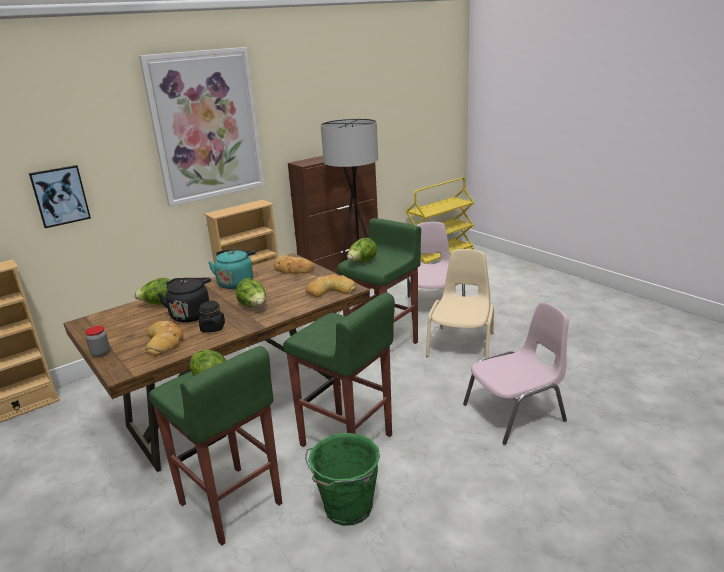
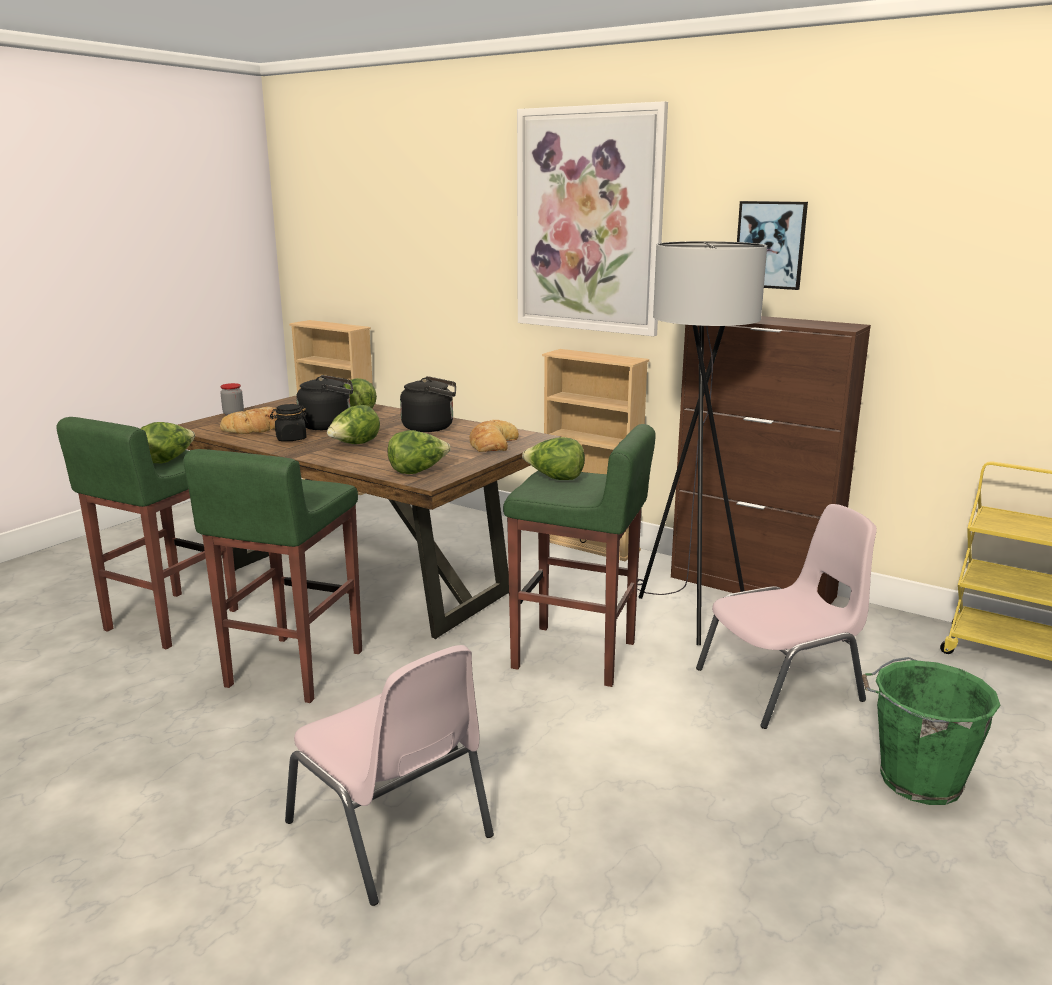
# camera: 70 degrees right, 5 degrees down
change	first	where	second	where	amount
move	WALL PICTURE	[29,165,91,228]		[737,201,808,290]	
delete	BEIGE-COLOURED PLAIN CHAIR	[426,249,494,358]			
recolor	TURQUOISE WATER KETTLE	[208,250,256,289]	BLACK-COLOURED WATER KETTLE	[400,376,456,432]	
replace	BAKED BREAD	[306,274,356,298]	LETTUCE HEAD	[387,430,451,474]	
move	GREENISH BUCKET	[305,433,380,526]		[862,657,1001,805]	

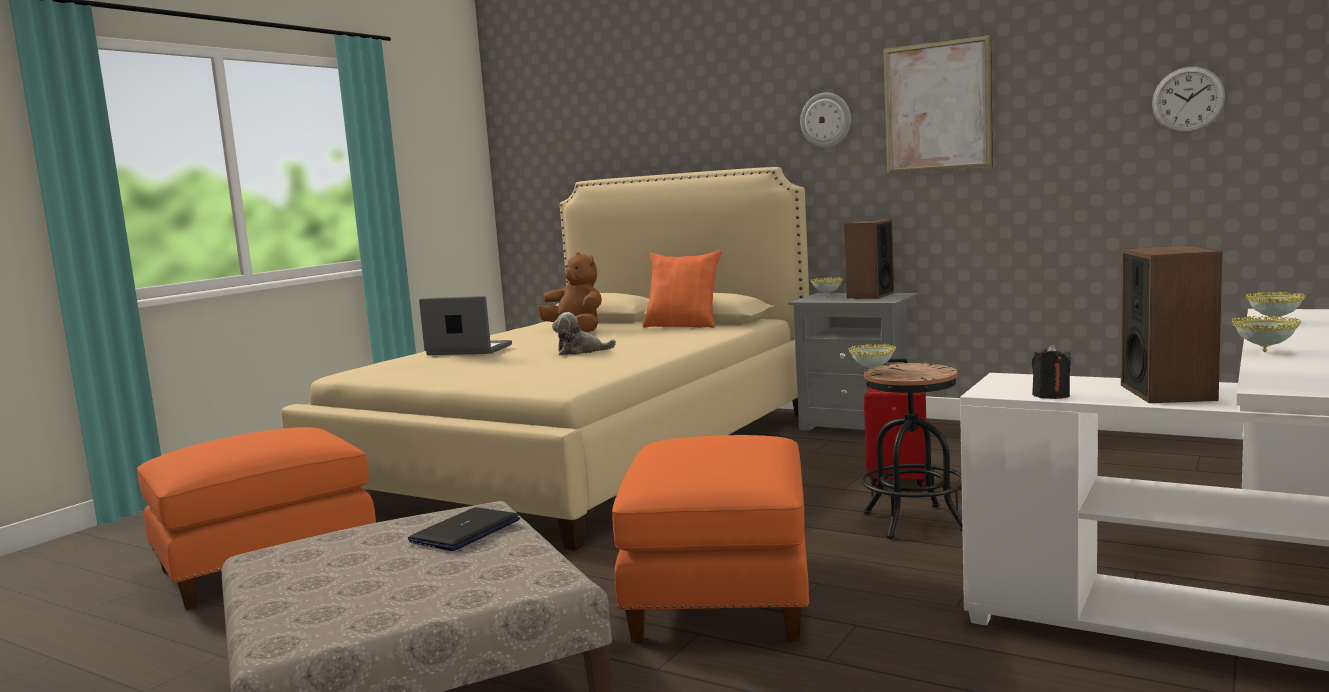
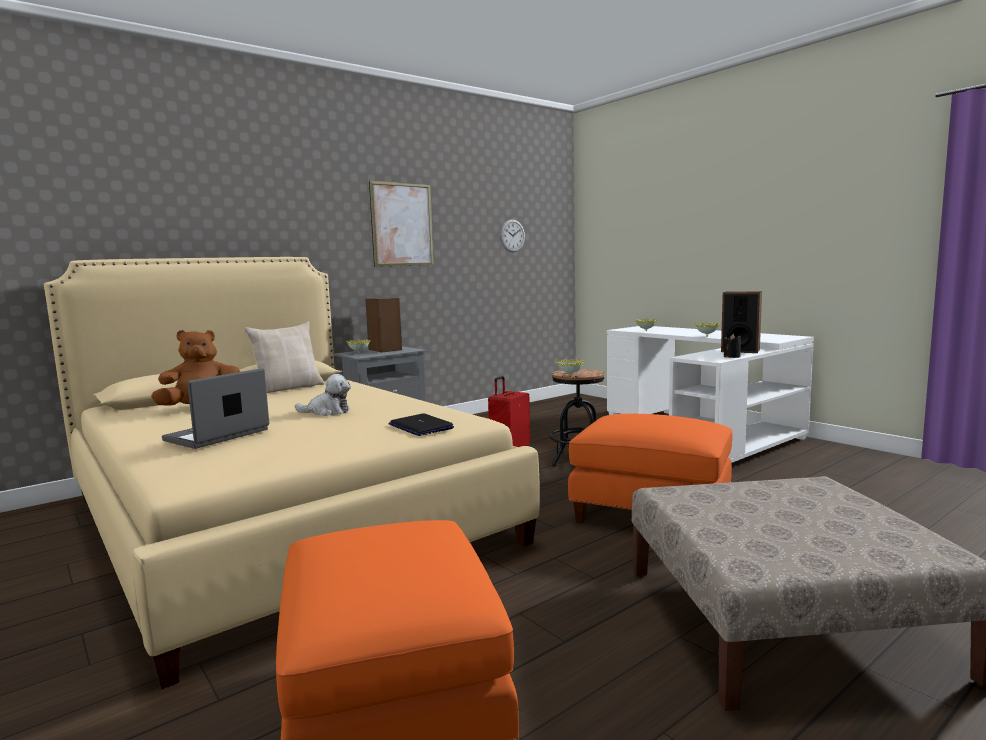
# camera: 70 degrees left, 0 degrees up
change	first	where	second	where	amount
delete	WALL CLOCK	[800,92,851,148]			
recolor	ORANGEY THROW PILLOW	[643,250,721,328]	BEIGE-COLOURED THROW PILLOW	[244,322,325,393]	
rotate	SOFT TOY	[552,312,616,355]		[295,374,351,416]	105 degrees counterclockwise
move	LAPTOP	[408,507,520,551]		[388,413,454,436]	

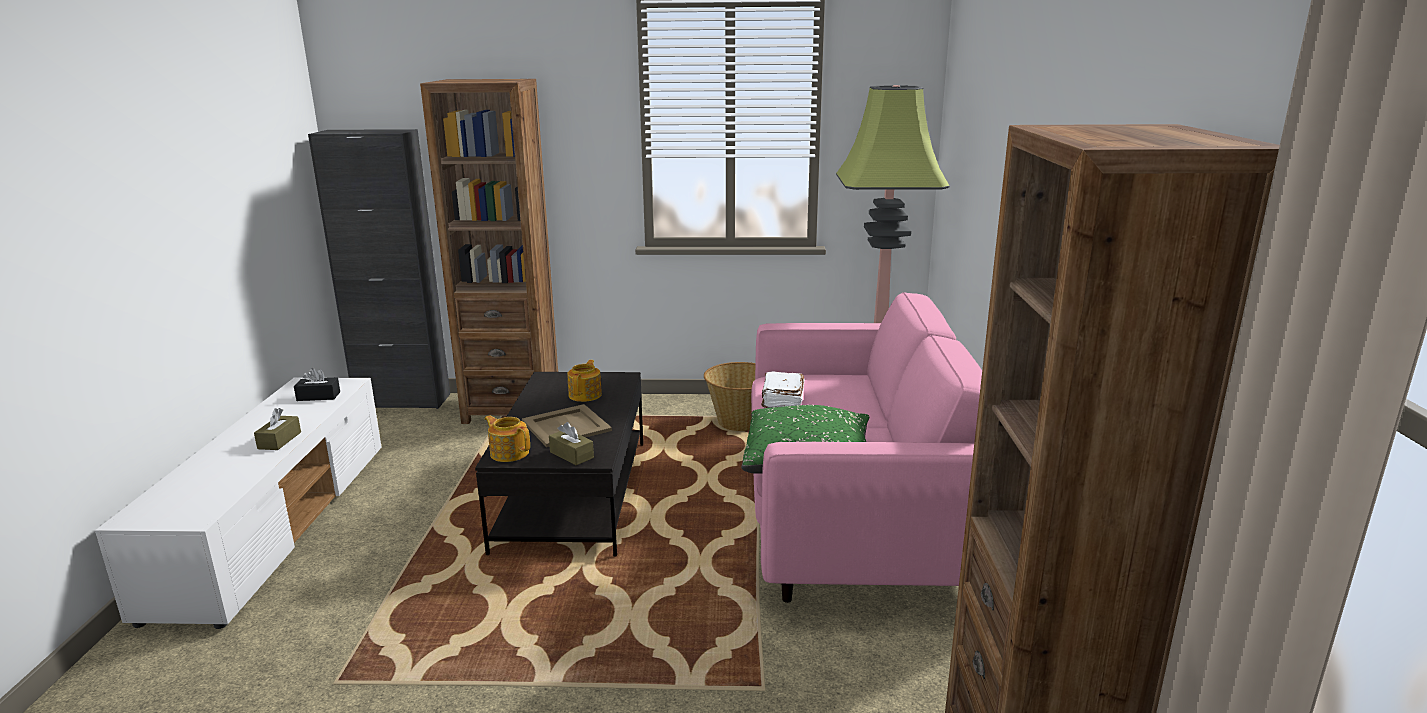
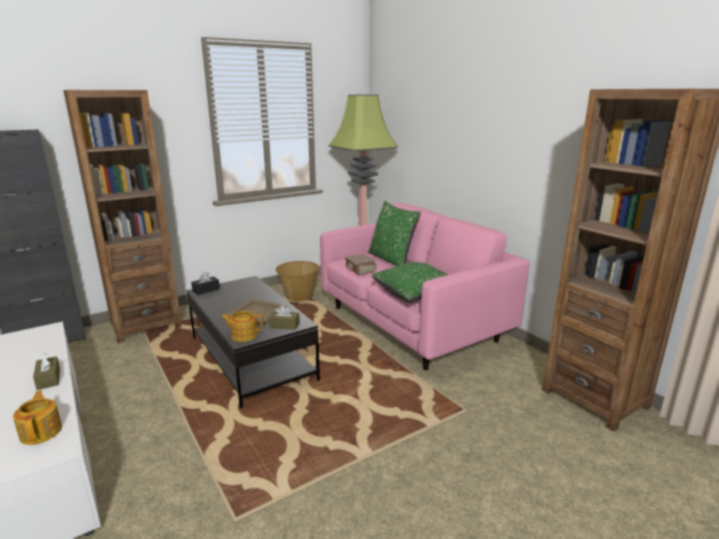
# camera: 35 degrees left, 0 degrees up
change	first	where	second	where	amount
move	POT FOR TEA	[567,360,602,402]		[13,390,62,445]	
move	BLACK-COLOURED TISSUE HOLDER	[294,368,340,401]		[191,272,220,295]	
recolor	WHITISH VOLUME	[761,371,805,408]	BROWNISH VOLUME	[345,254,377,275]	
insert			GREENISH THROW PILLOW	[369,201,421,266]	

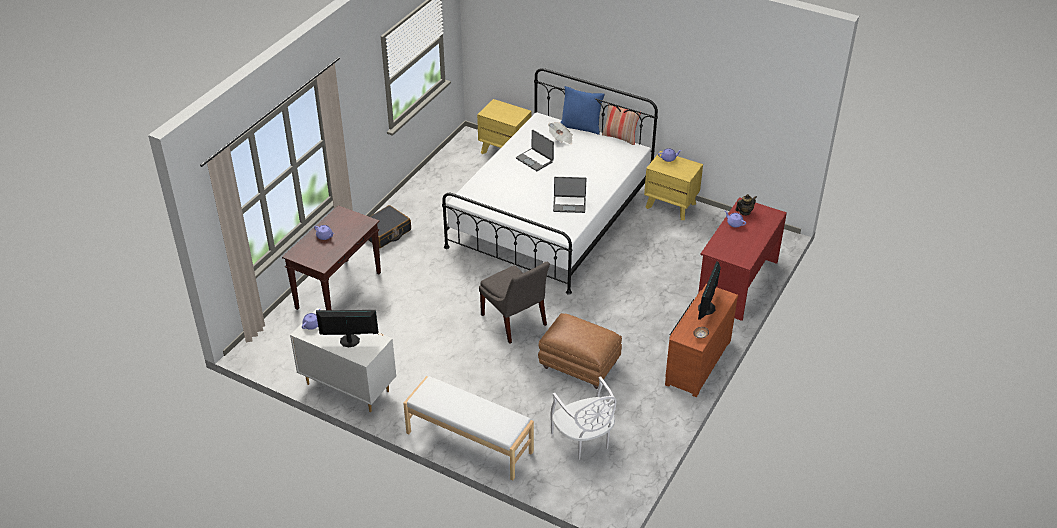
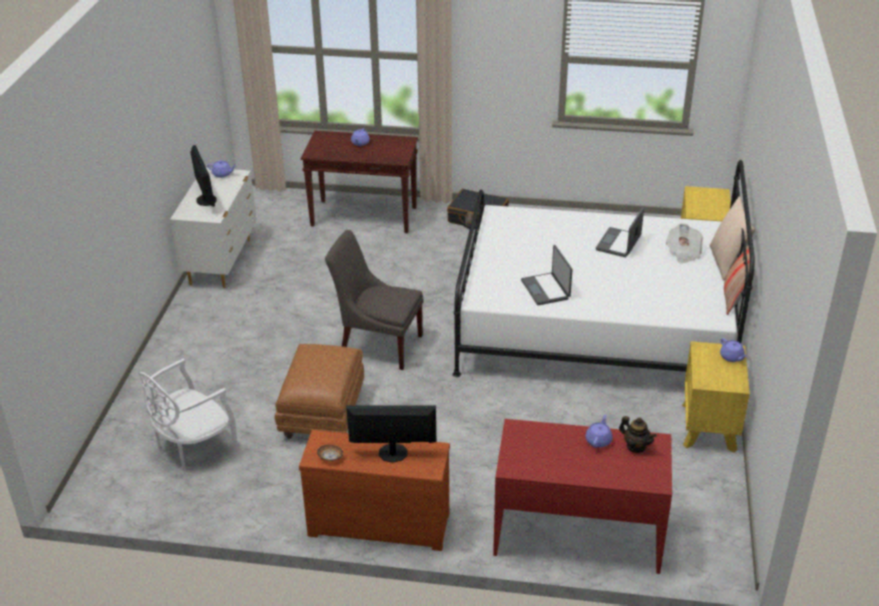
# camera: 70 degrees right, 5 degrees down
change	first	where	second	where	amount
recolor	BLUISH THROW PILLOW	[560,86,605,135]	BEIGE-COLOURED THROW PILLOW	[710,196,755,280]	
rotate	GREY PLAIN CHAIR	[479,262,550,344]		[325,230,423,370]	75 degrees clockwise
delete	WHITISH INDOOR BENCH	[403,376,534,481]			

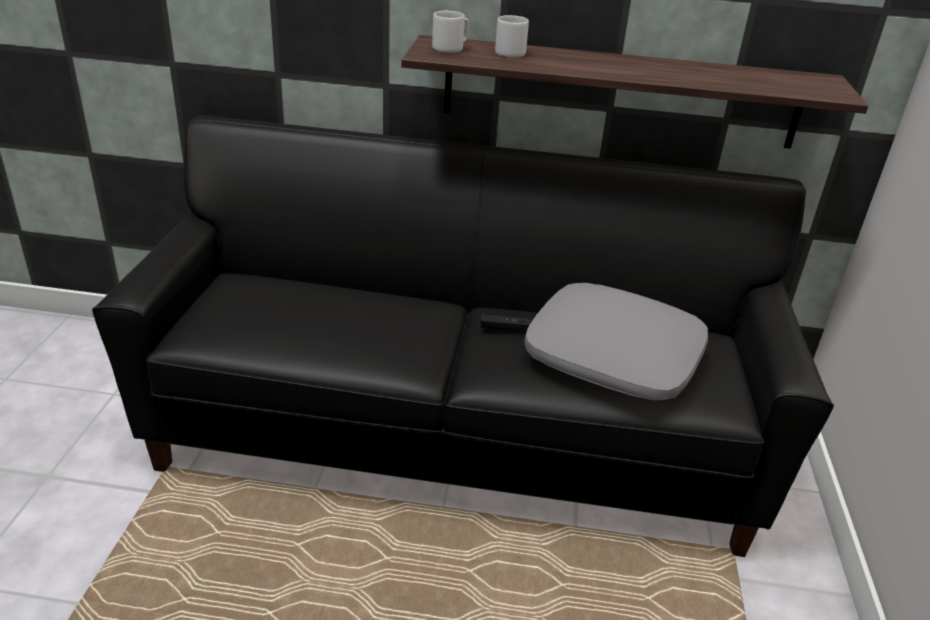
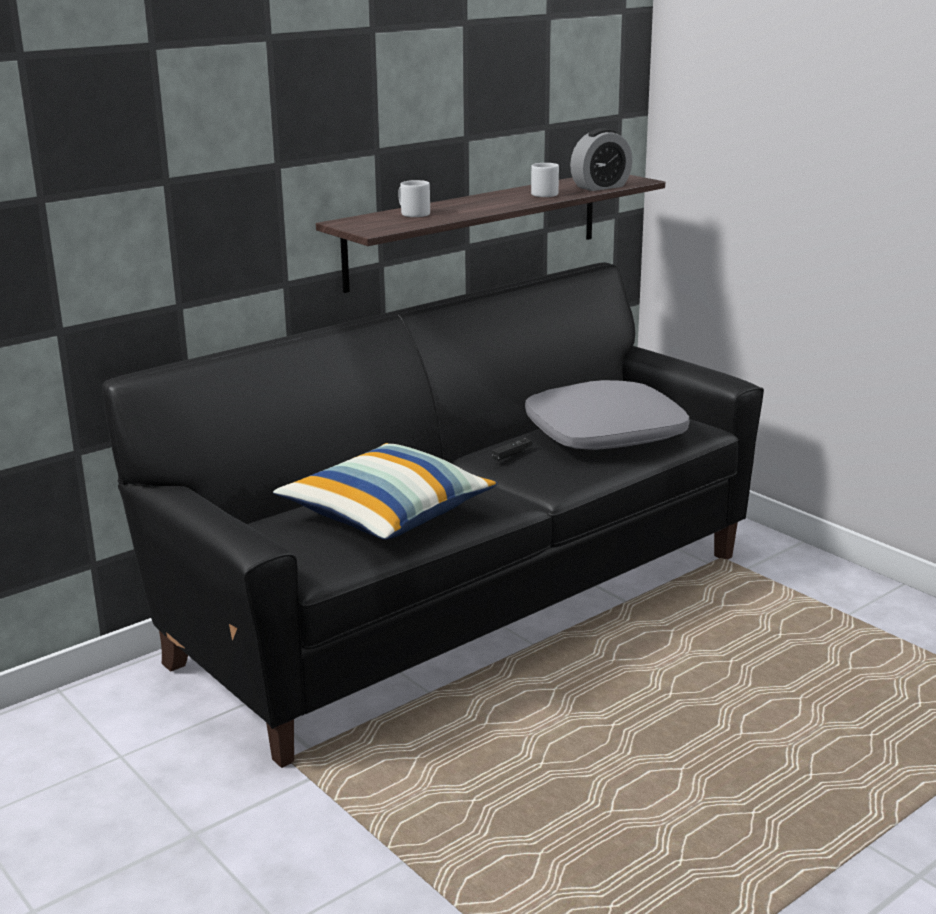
# camera: 45 degrees left, 10 degrees down
change	first	where	second	where	amount
move	GREY TEA MUG	[432,11,469,53]		[531,163,559,197]	
insert			BEDSIDE CLOCK	[570,128,633,191]	
insert			THROW PILLOW	[273,443,497,540]	

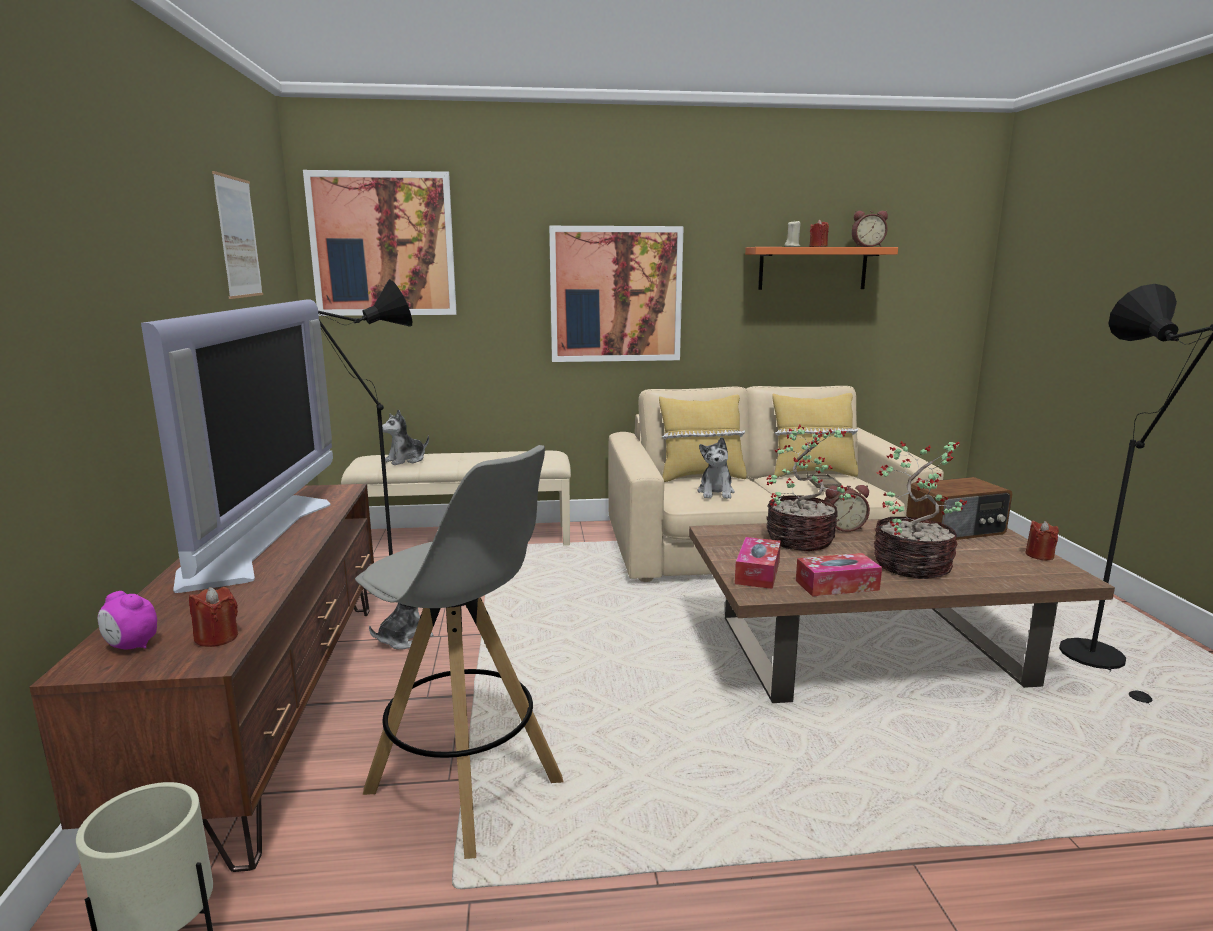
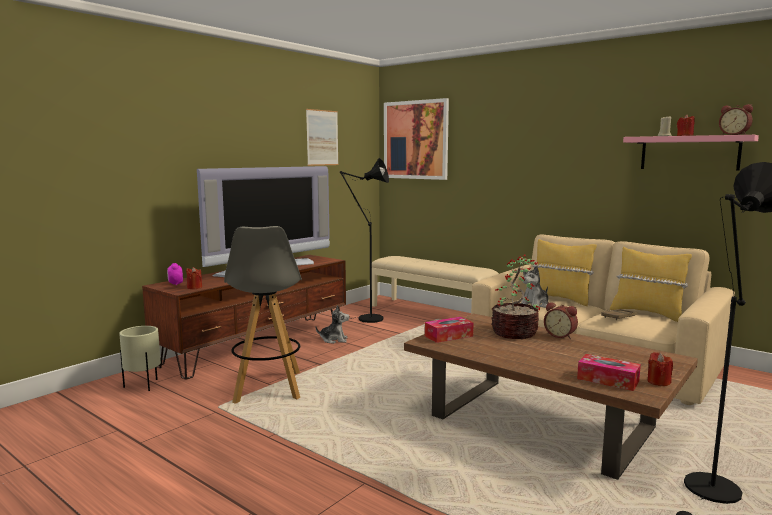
# camera: 45 degrees right, 5 degrees down
change	first	where	second	where	amount
delete	WALL PICTURE	[549,226,684,362]			
recolor	ORANGEY SHELF	[745,247,898,290]	PINK-COLOURED SHELF	[623,135,759,171]	
delete	SOFT TOY	[382,410,429,465]			
delete	POTTED PLANT	[874,441,967,579]			
delete	RADIO	[906,477,1012,540]			
move	TISSUE HOLDER	[796,553,882,597]		[577,354,641,391]	

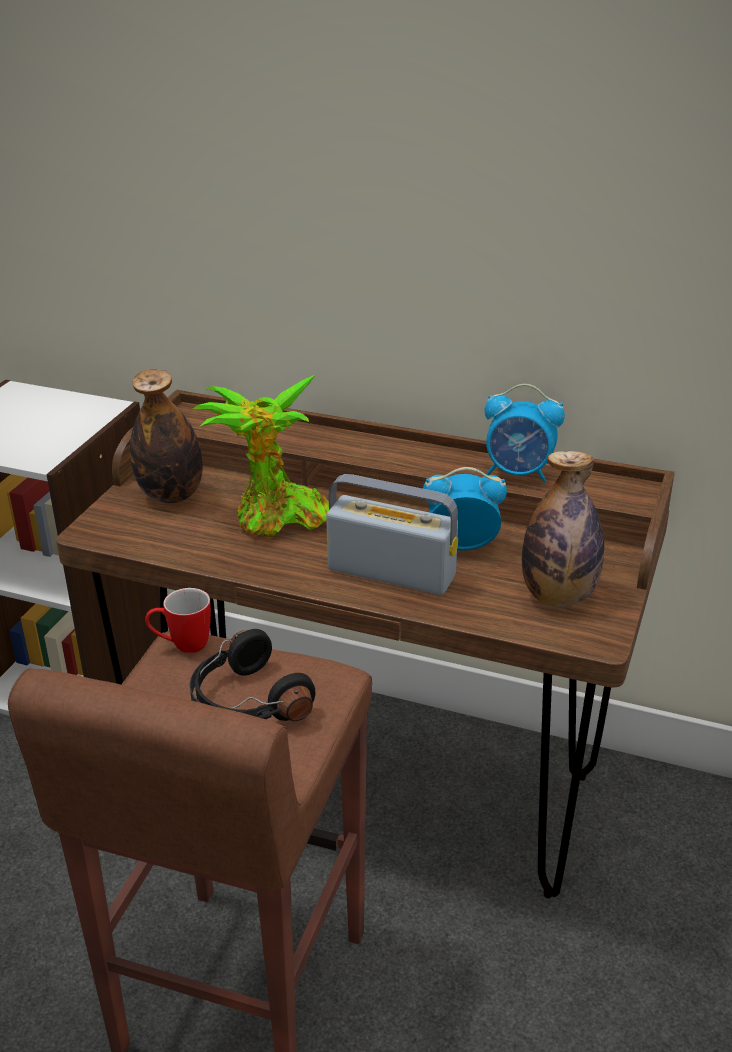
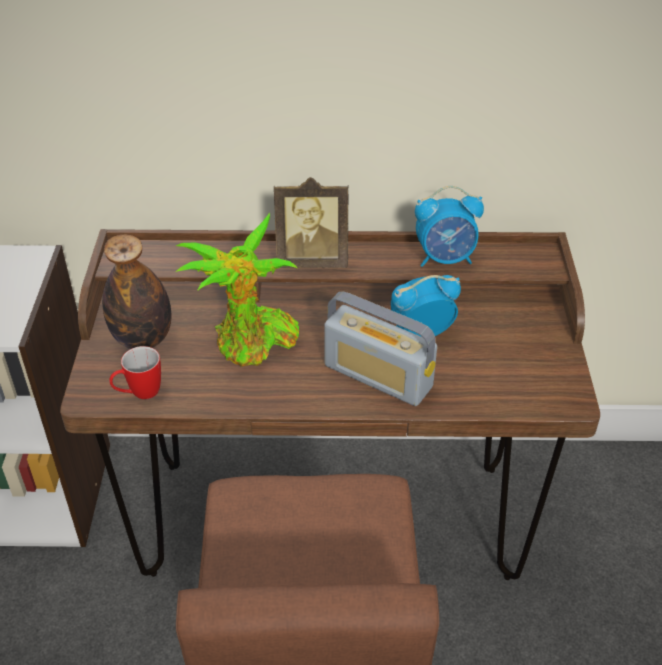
# camera: 20 degrees left, 10 degrees up
change	first	where	second	where	amount
delete	DRINK BOTTLE	[522,451,604,607]			
rotate	RADIO	[326,474,458,595]		[324,291,437,406]	150 degrees counterclockwise
move	TEA MUG	[145,588,211,653]		[109,346,161,399]	
delete	BLACK-COLOURED PAIR OF HEADPHONES	[189,629,315,721]			
insert			STANDING FRAME	[274,177,348,268]	

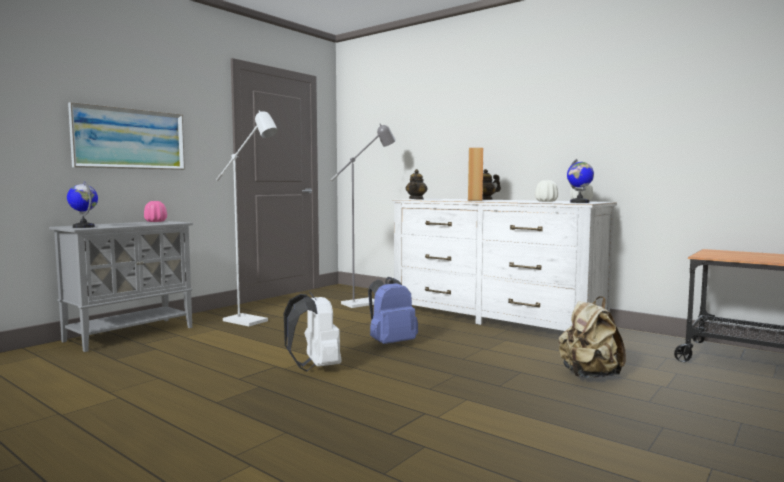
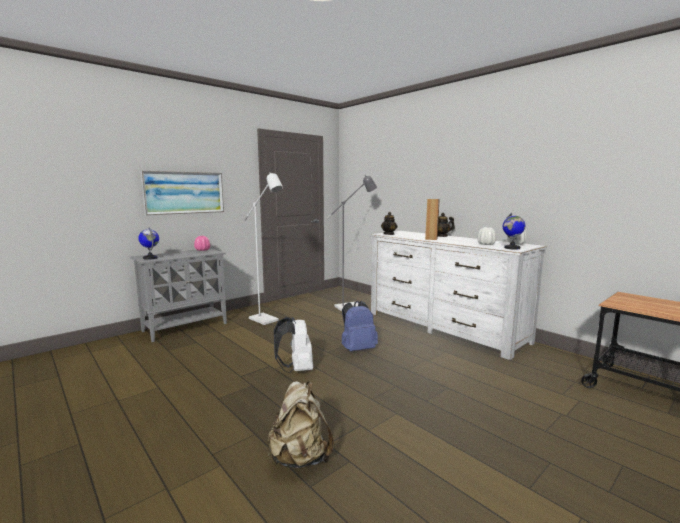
# camera: 10 degrees right, 5 degrees up
change	first	where	second	where	amount
move	BEIGE-COLOURED KNAPSACK	[559,296,626,378]		[268,381,334,468]	

